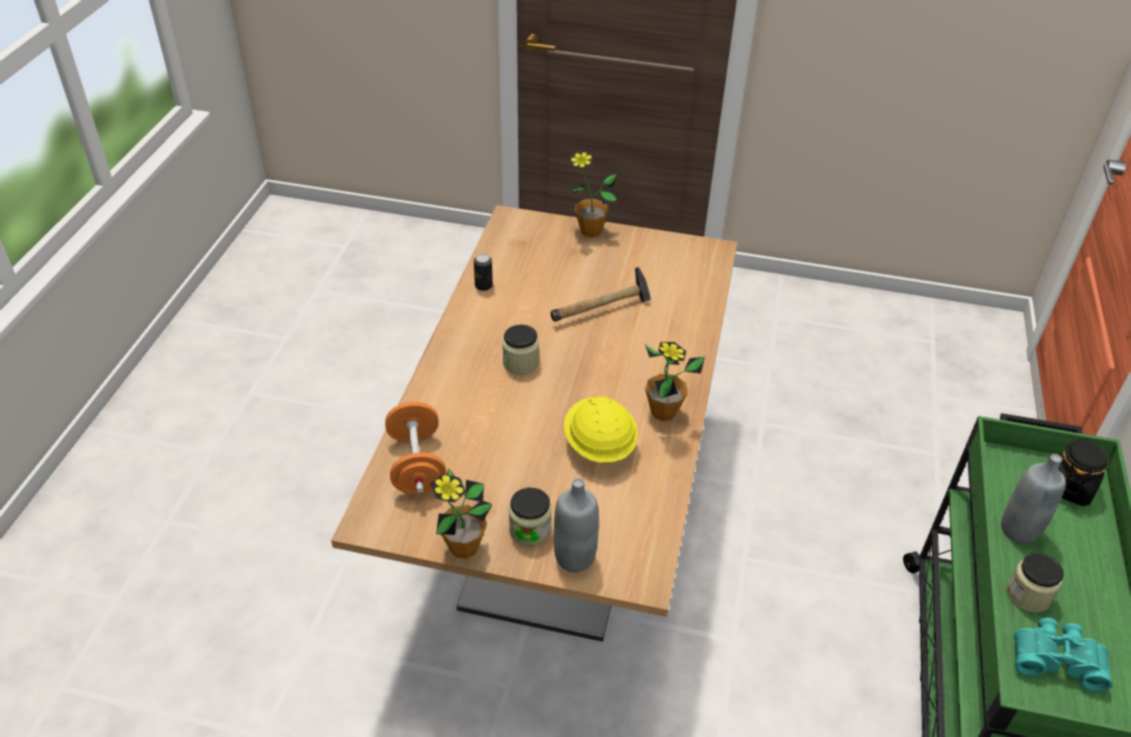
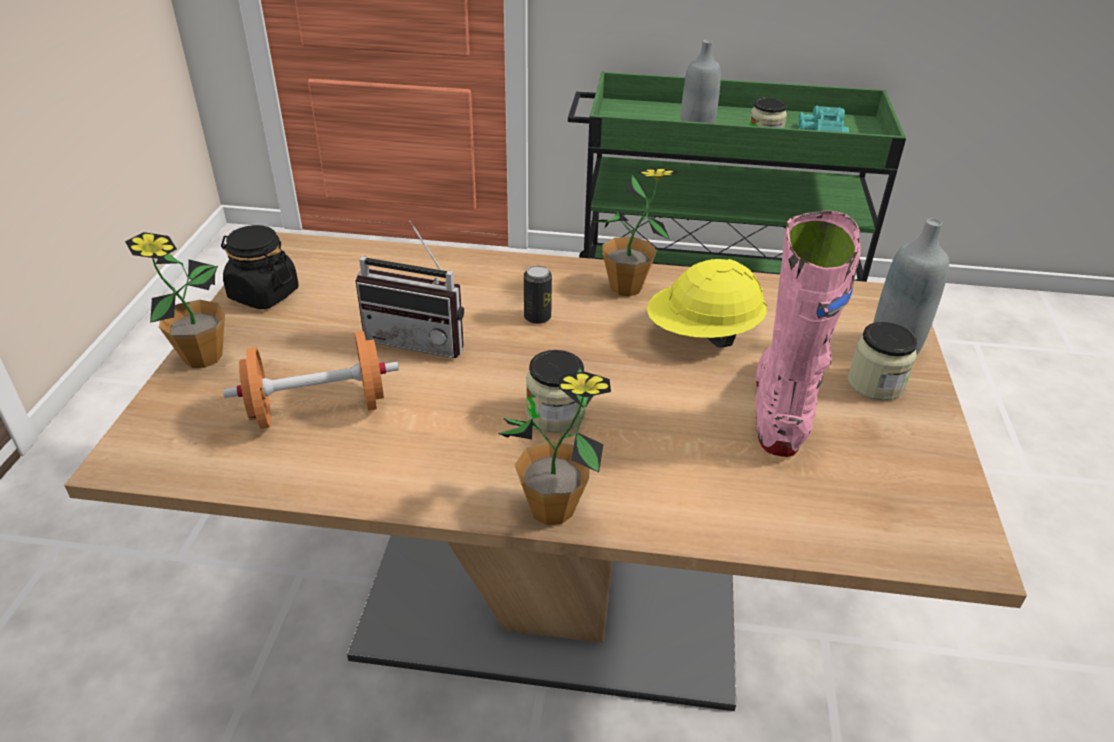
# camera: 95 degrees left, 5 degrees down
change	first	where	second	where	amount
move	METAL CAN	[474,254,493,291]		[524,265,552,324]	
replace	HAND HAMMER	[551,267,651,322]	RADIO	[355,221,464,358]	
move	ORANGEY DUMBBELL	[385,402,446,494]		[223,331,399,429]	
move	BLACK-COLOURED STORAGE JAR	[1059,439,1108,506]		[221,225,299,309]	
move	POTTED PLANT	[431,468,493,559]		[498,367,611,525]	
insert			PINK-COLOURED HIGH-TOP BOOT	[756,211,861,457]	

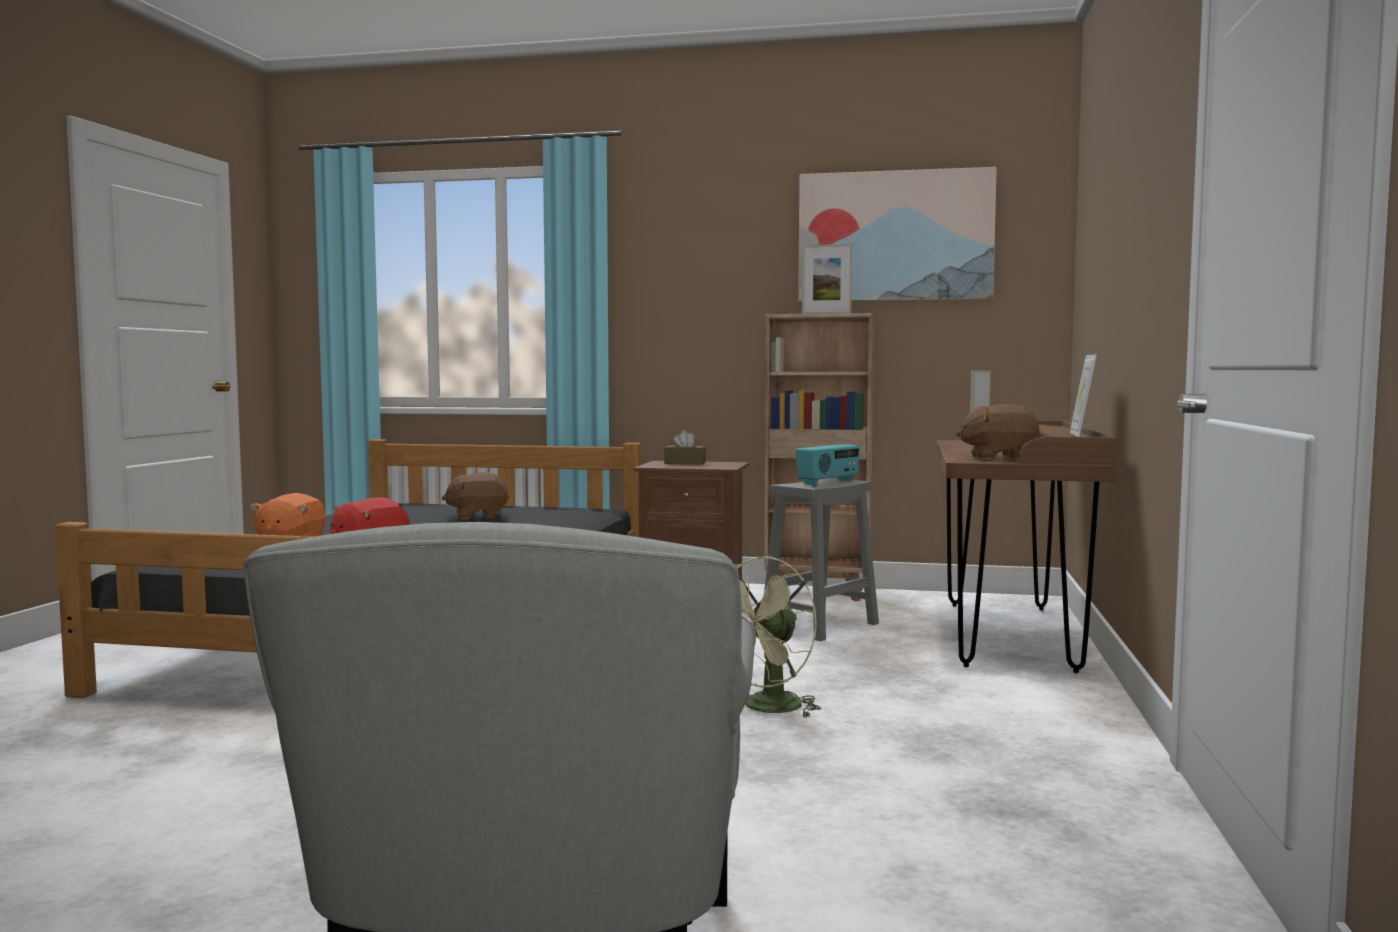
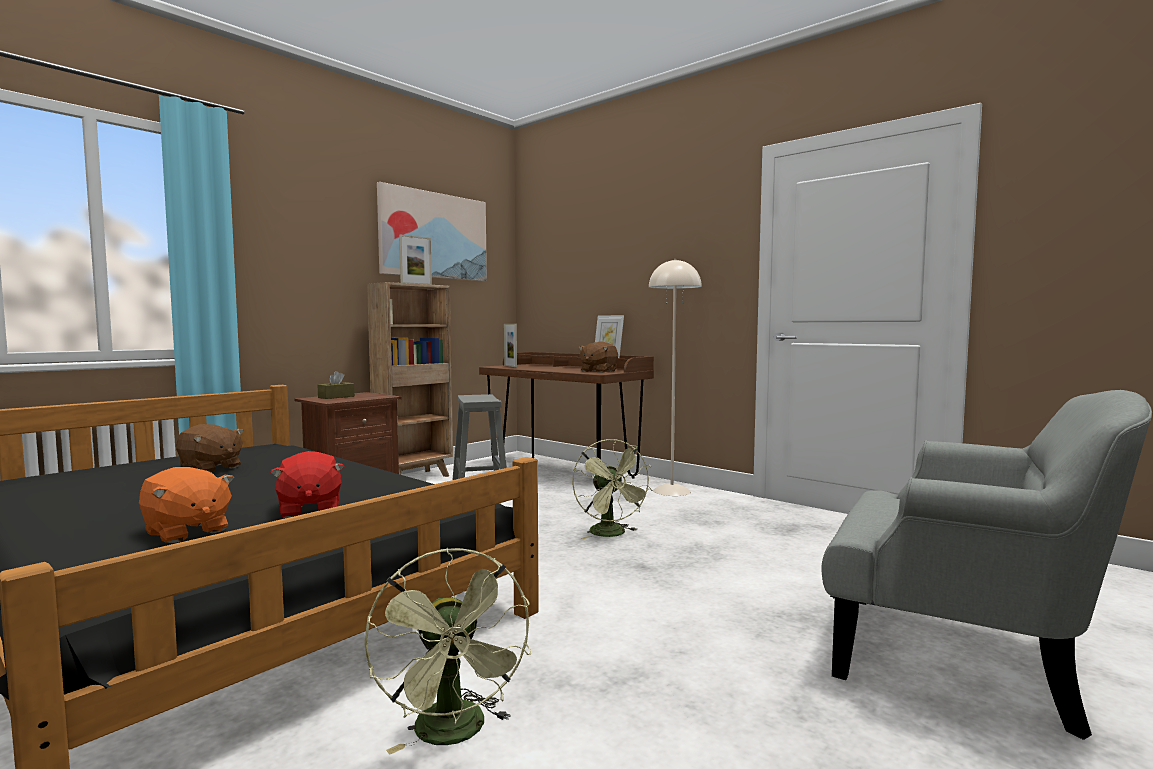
# camera: 60 degrees left, 0 degrees up
change	first	where	second	where	amount
delete	RADIO	[796,444,860,485]			
rotate	BROWNISH SOFT TOY	[442,472,509,519]		[176,424,244,473]	75 degrees counterclockwise
insert			BEIGE-COLOURED STANDING LAMP	[649,259,702,496]	
insert			GREENISH COOLING FAN	[364,548,531,754]	

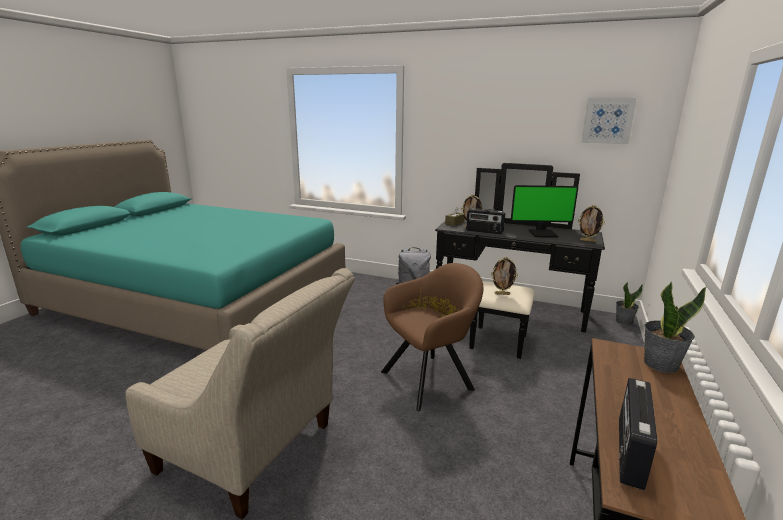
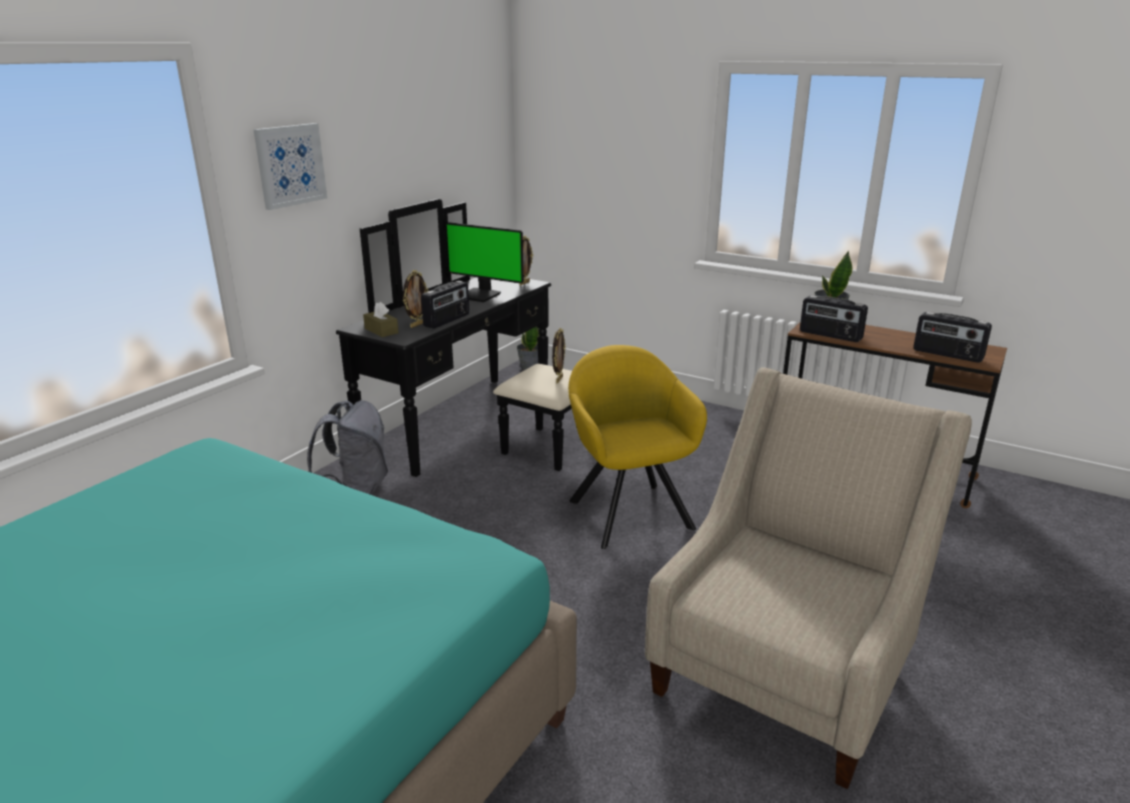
# camera: 80 degrees left, 5 degrees up
change	first	where	second	where	amount
move	WALL PICTURE	[581,98,637,144]		[253,123,327,210]	
rotate	COMPUTER DISPLAY	[511,185,578,238]		[447,222,524,302]	105 degrees clockwise
recolor	BROWNISH ARMCHAIR	[381,263,483,411]	YELLOWISH ARMCHAIR	[568,345,707,549]	
insert			RADIO	[800,295,868,342]	

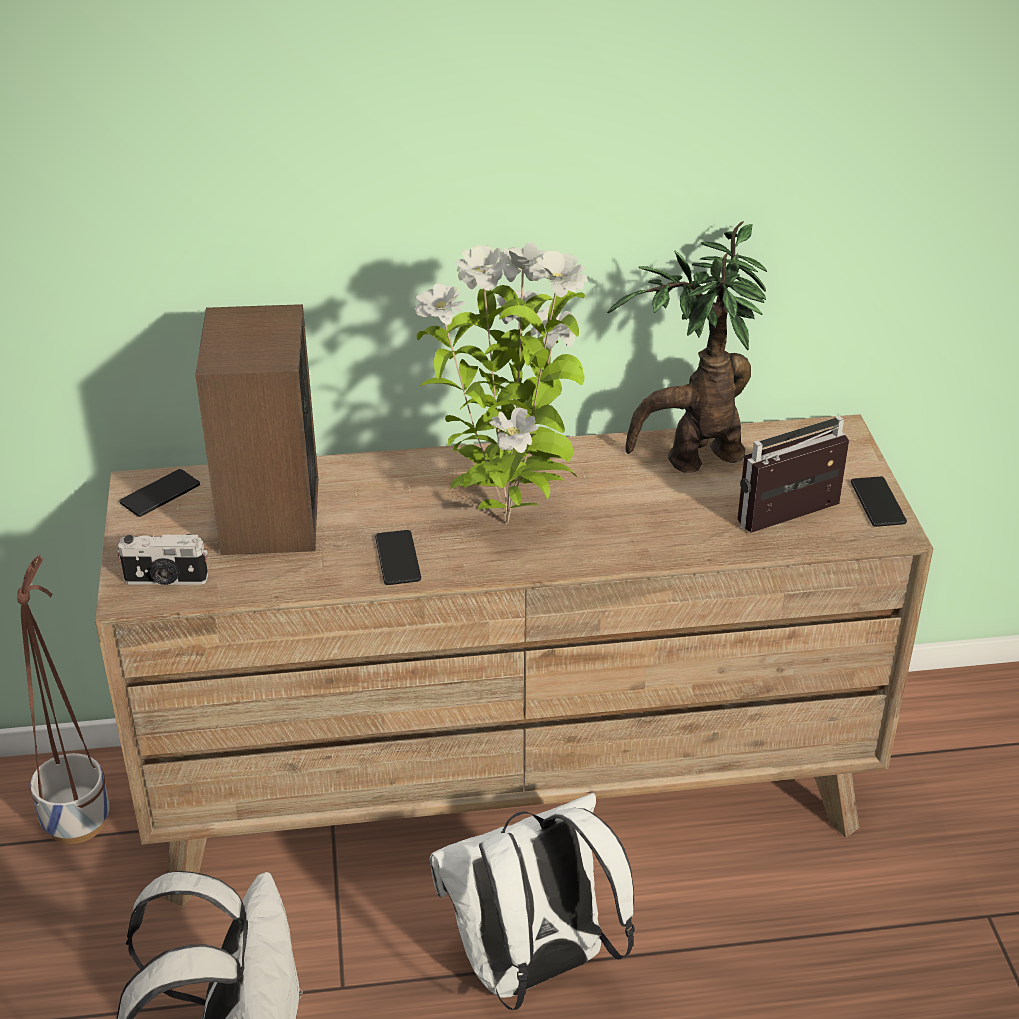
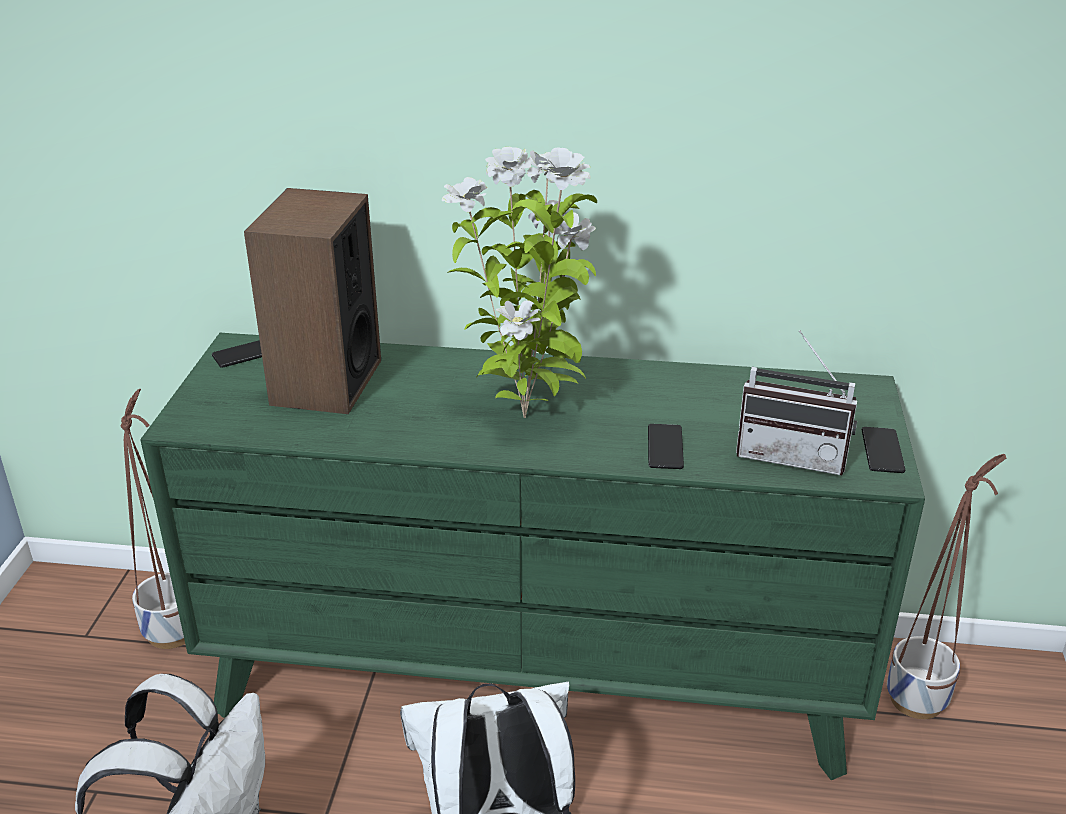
# camera: 15 degrees right, 5 degrees down
change	first	where	second	where	amount
delete	POTTED PLANT	[607,221,767,473]			
recolor	BROWNISH DRAWER CHEST	[95,414,933,907]	GREENISH DRAWER CHEST	[140,333,925,780]	
rotate	RADIO	[738,415,849,533]		[736,331,857,475]	150 degrees counterclockwise
move	PHONE	[375,530,421,585]		[648,424,684,469]	
delete	STILL CAMERA	[117,534,208,585]			
insert			PLANTER	[887,454,1006,719]	

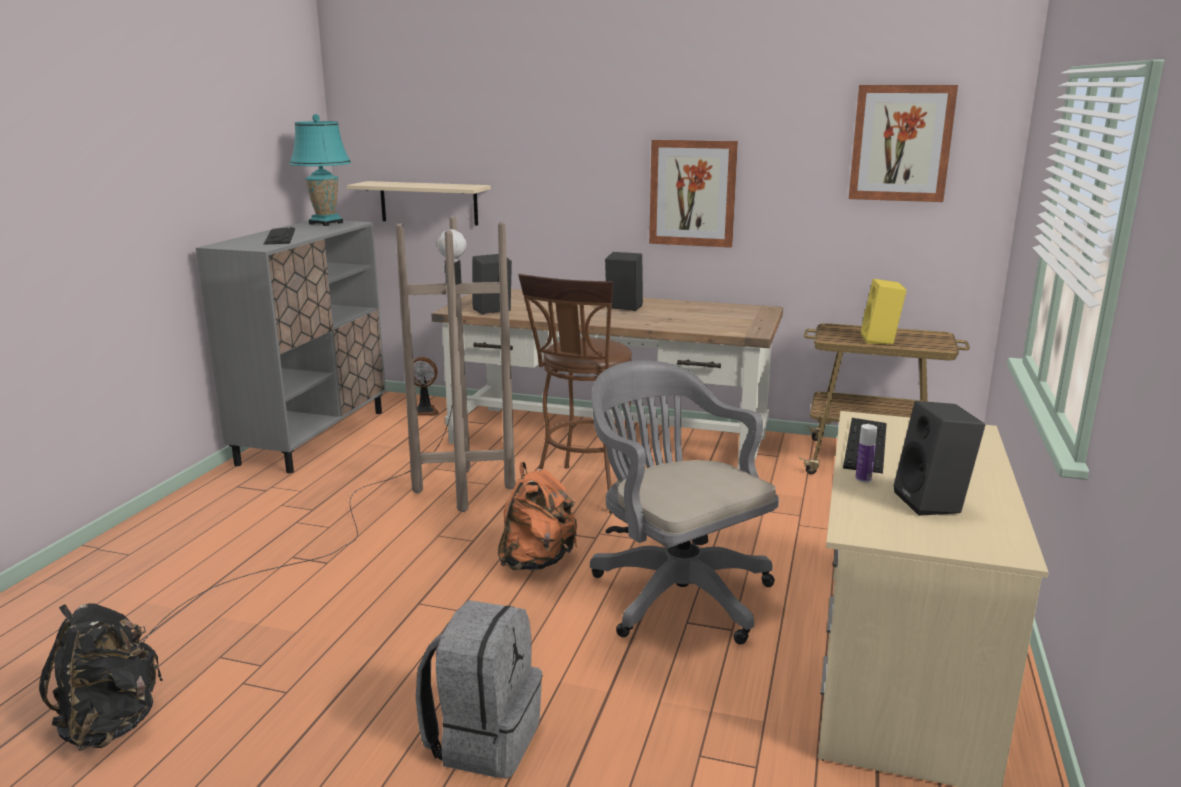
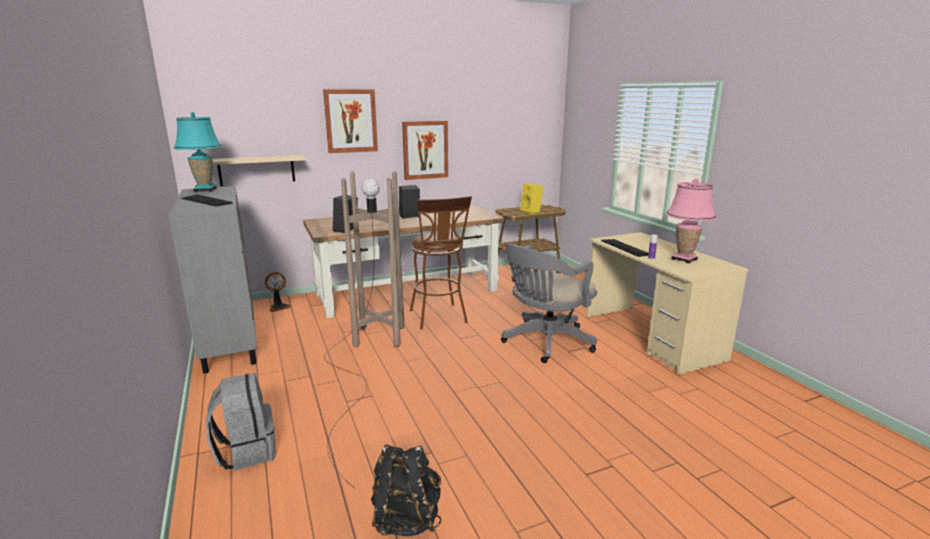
# camera: 40 degrees left, 0 degrees up
change	first	where	second	where	amount
move	WALL PICTURE	[849,85,958,202]		[323,89,378,153]	
rotate	GREY OFFICE CHAIR	[590,360,779,644]		[501,244,597,363]	60 degrees counterclockwise
replace	BLACK-COLOURED SPEAKER	[894,401,985,516]	PINK-COLOURED LAMP FOR A TABLE	[666,179,716,264]	
delete	ORANGEY KNAPSACK	[498,462,578,571]			
move	GREY KNAPSACK	[416,600,542,778]		[206,373,276,471]	

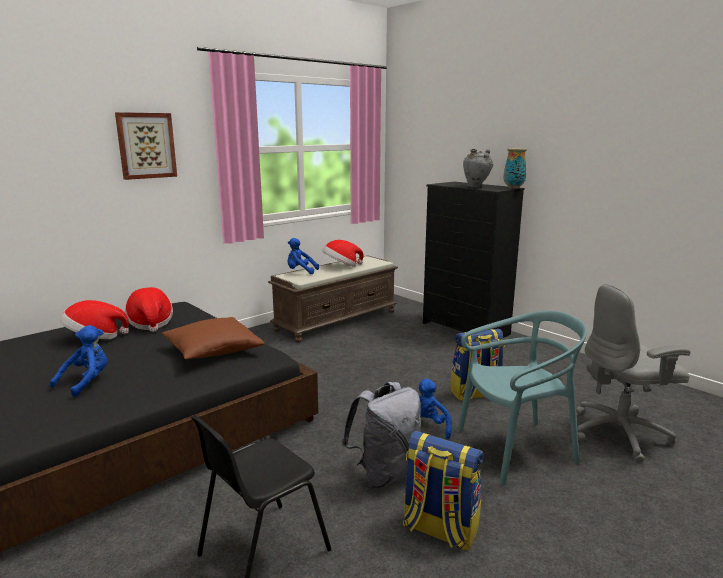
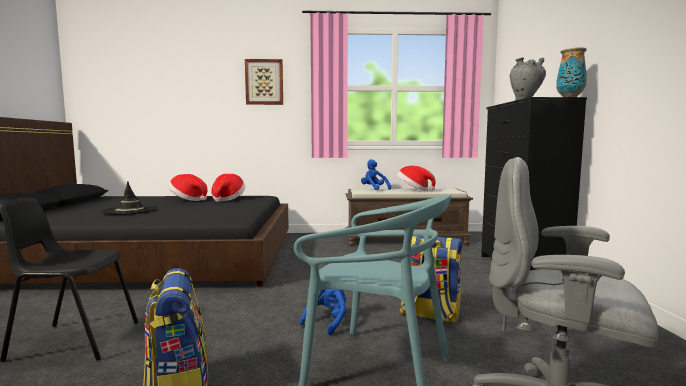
# camera: 40 degrees right, 10 degrees down
change	first	where	second	where	amount
delete	BROWNISH THROW PILLOW	[162,317,265,359]			
replace	BLUISH SOFT TOY	[50,325,108,397]	BLACK-COLOURED WEARABLE HAT	[101,181,157,215]	
delete	GREY KNAPSACK	[342,382,421,488]			

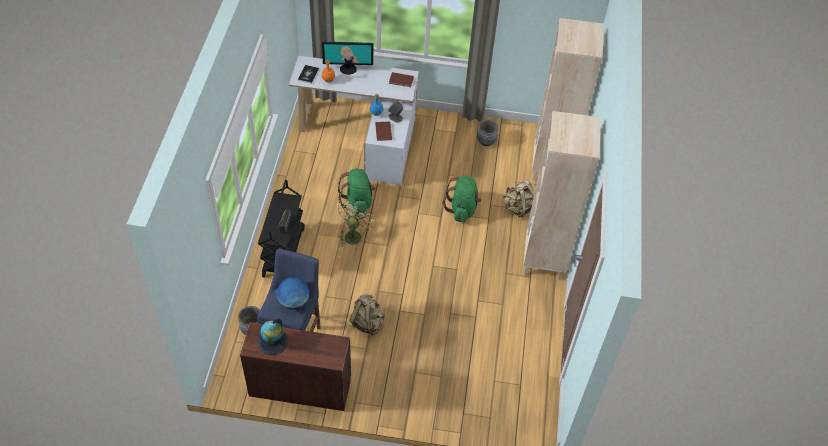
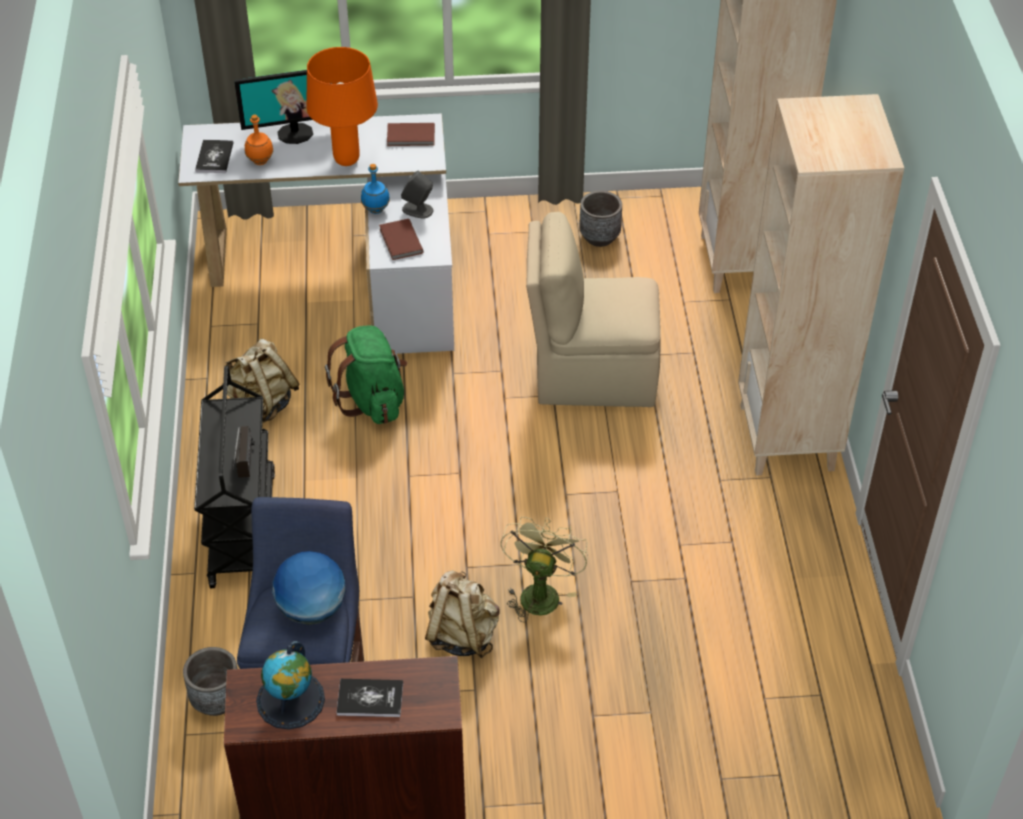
# camera: 10 degrees left, 5 degrees down
change	first	where	second	where	amount
replace	GREENISH KNAPSACK	[442,176,481,222]	BEIGE-COLOURED PLAIN CHAIR	[526,212,661,407]	
move	BEIGE-COLOURED KNAPSACK	[503,180,535,218]		[222,339,300,422]	
move	GREENISH COOLING FAN	[338,201,375,246]		[500,517,588,623]	
insert			ORANGEY LAMP FOR A TABLE	[306,47,378,166]	
insert			VOLUME	[336,679,403,717]	

